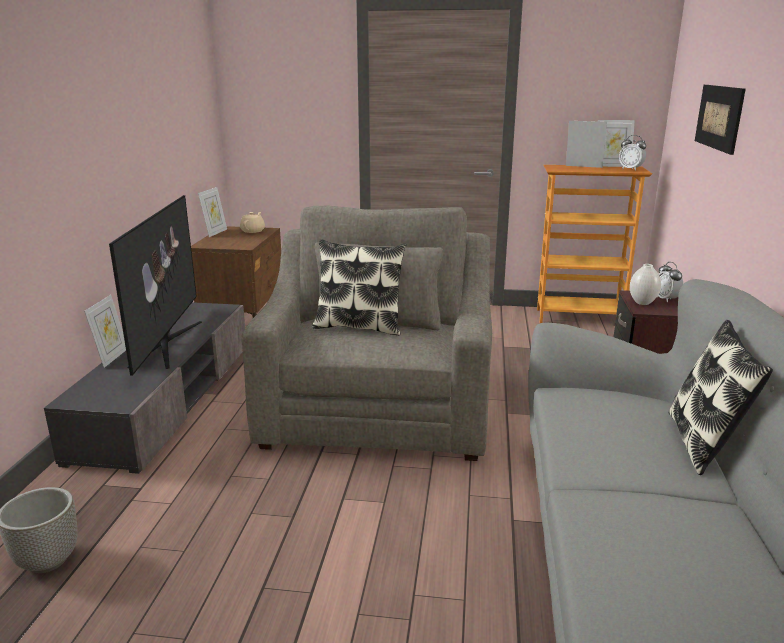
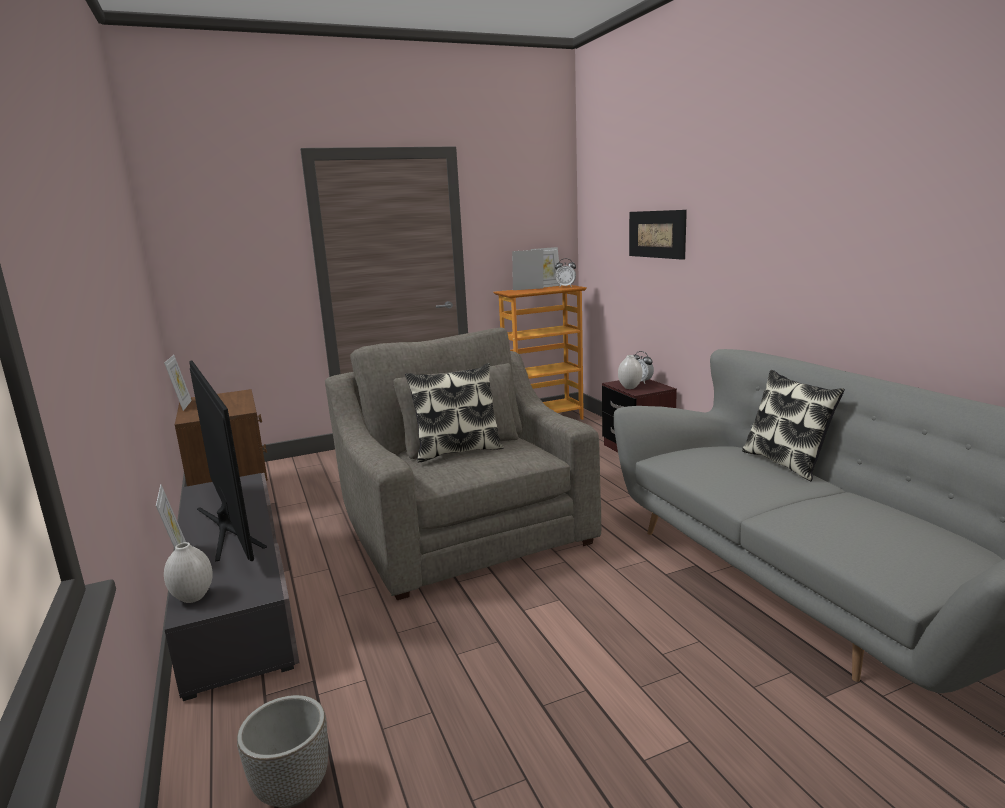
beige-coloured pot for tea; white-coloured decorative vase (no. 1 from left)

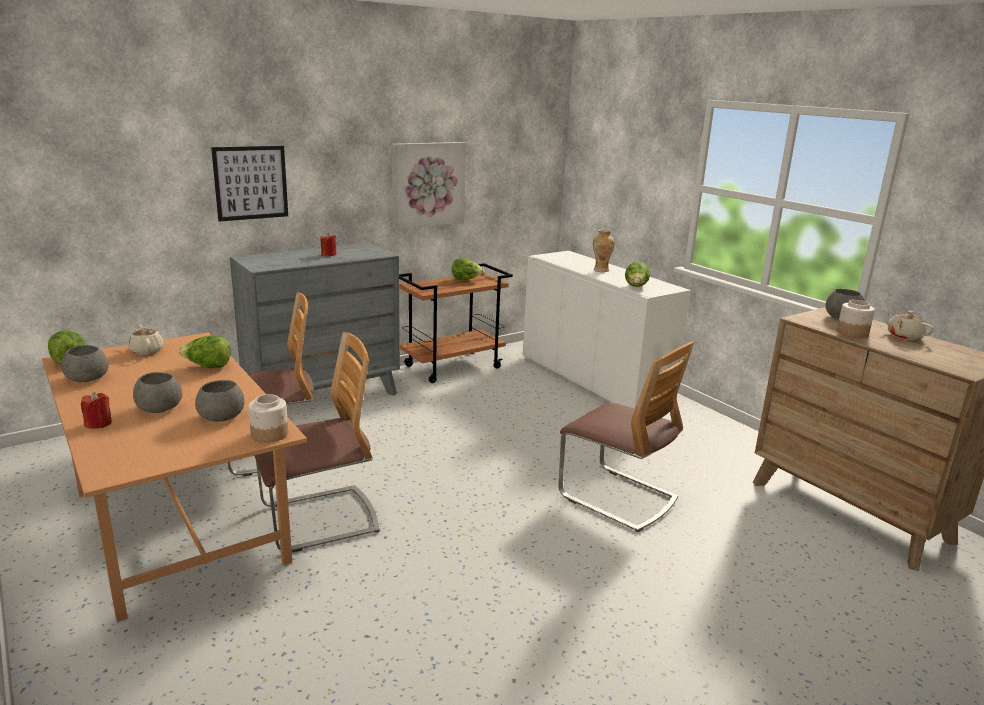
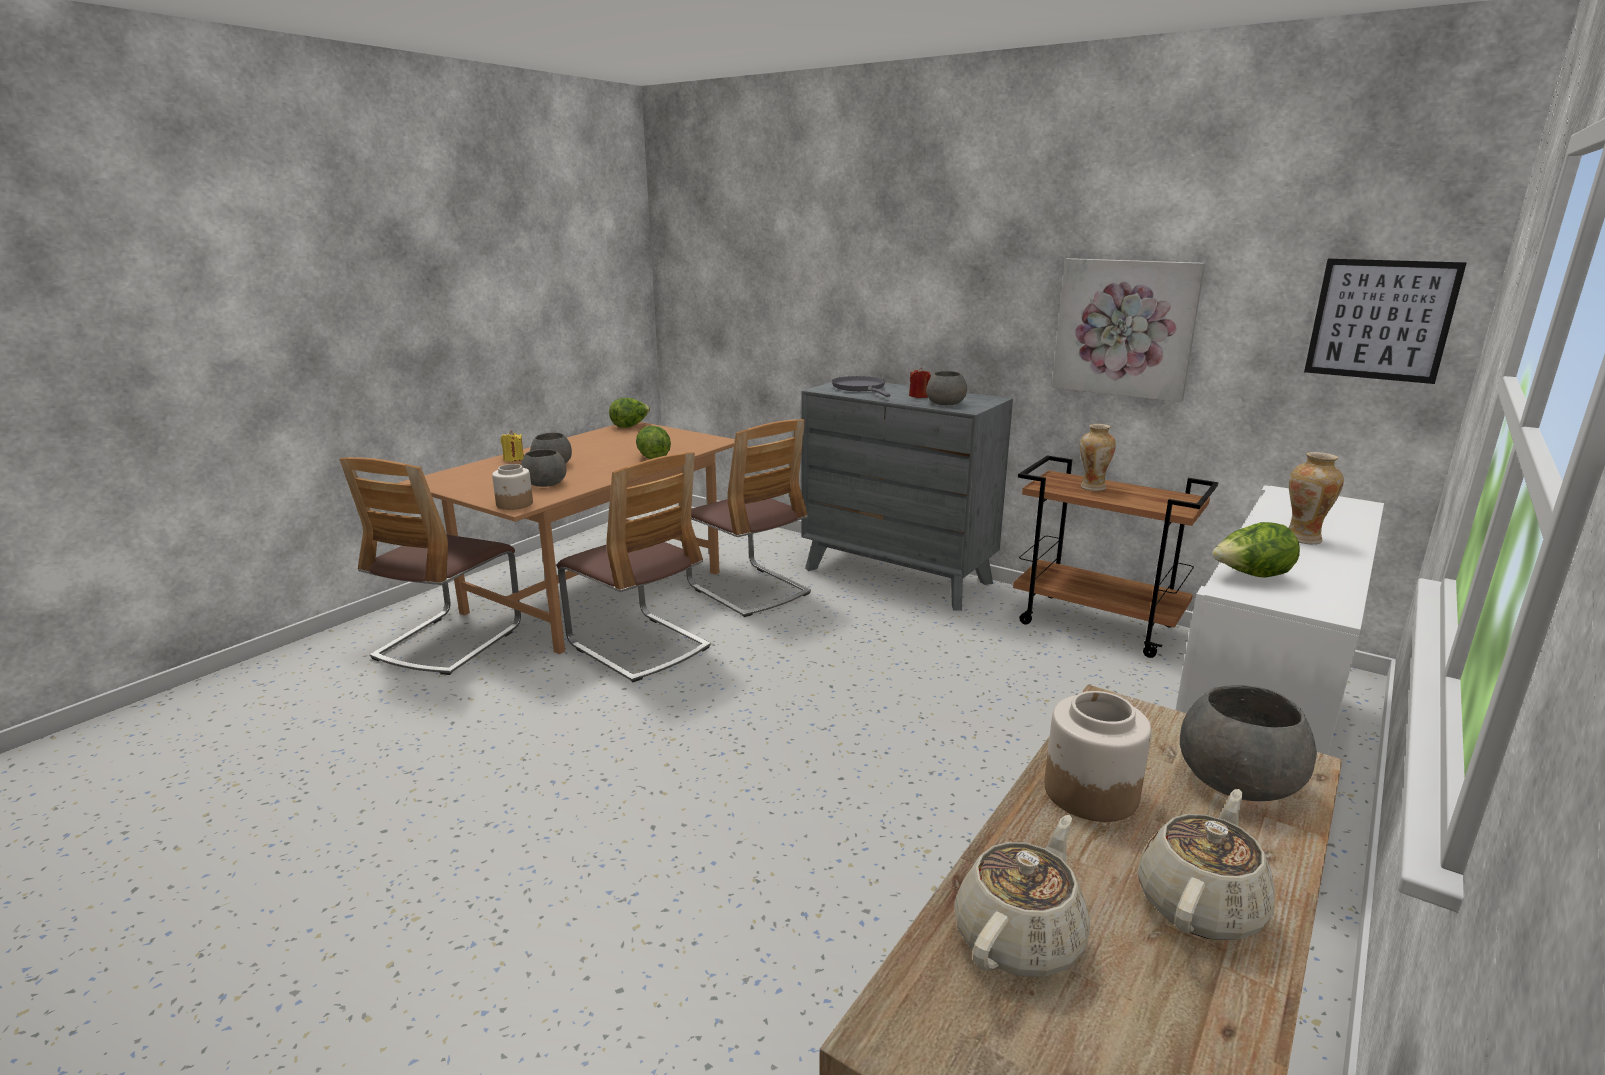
grey deep dish (no. 3 from left); yellow-coloured candle; beige-coloured pot for tea (no. 1 from left); wall picture (no. 2 from left); lettuce head (no. 3 from left in the first image); chair (no. 1 from left); grey pan; decorative vase (no. 1 from left)

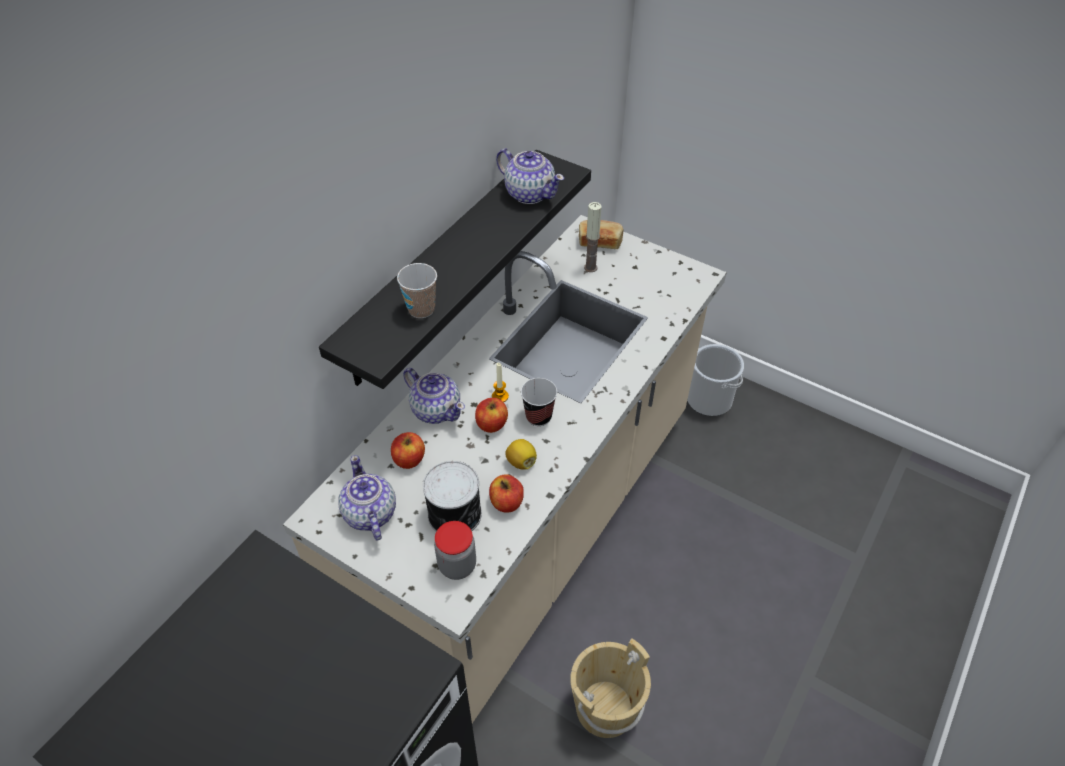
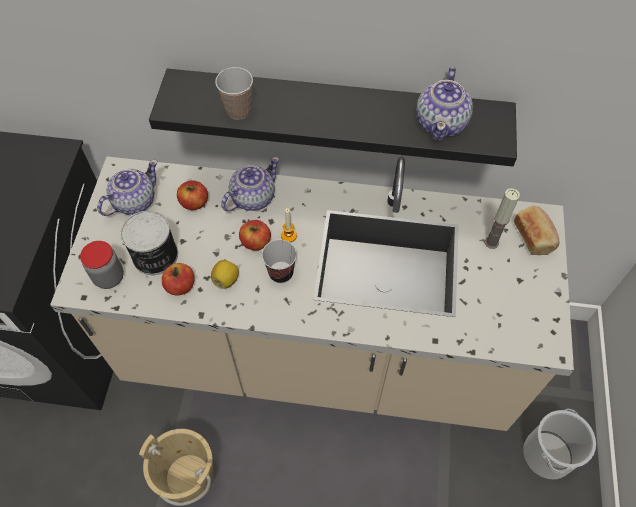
pot for tea (no. 2 from left)

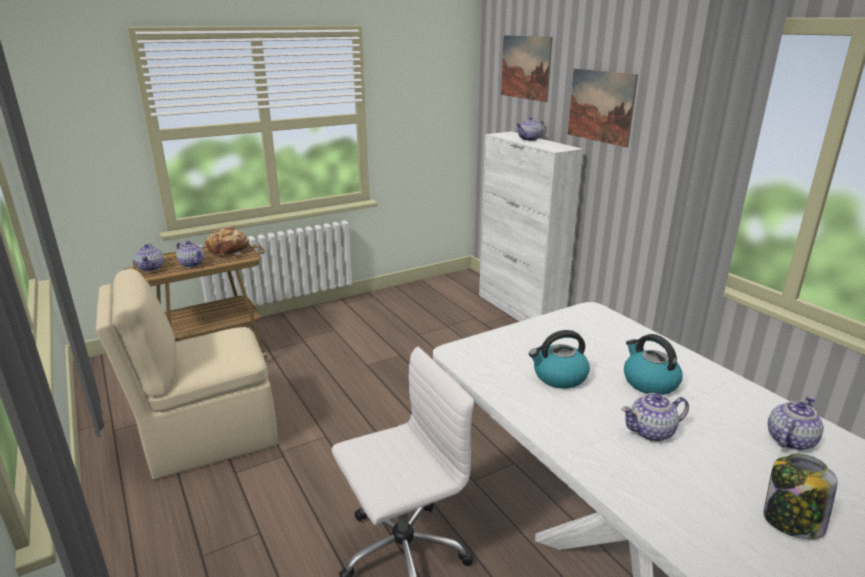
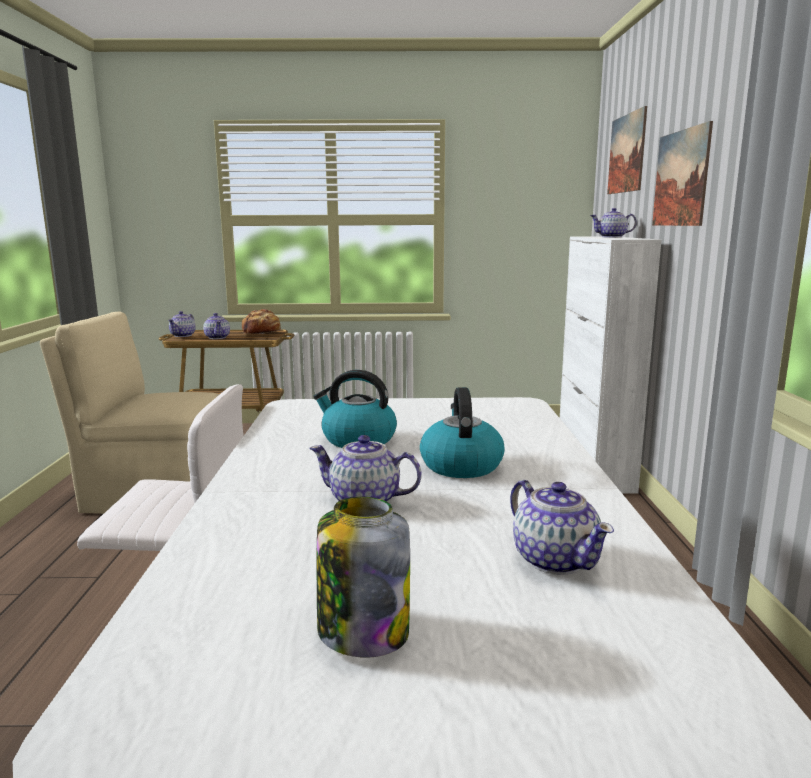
pot for tea (no. 4 from left)

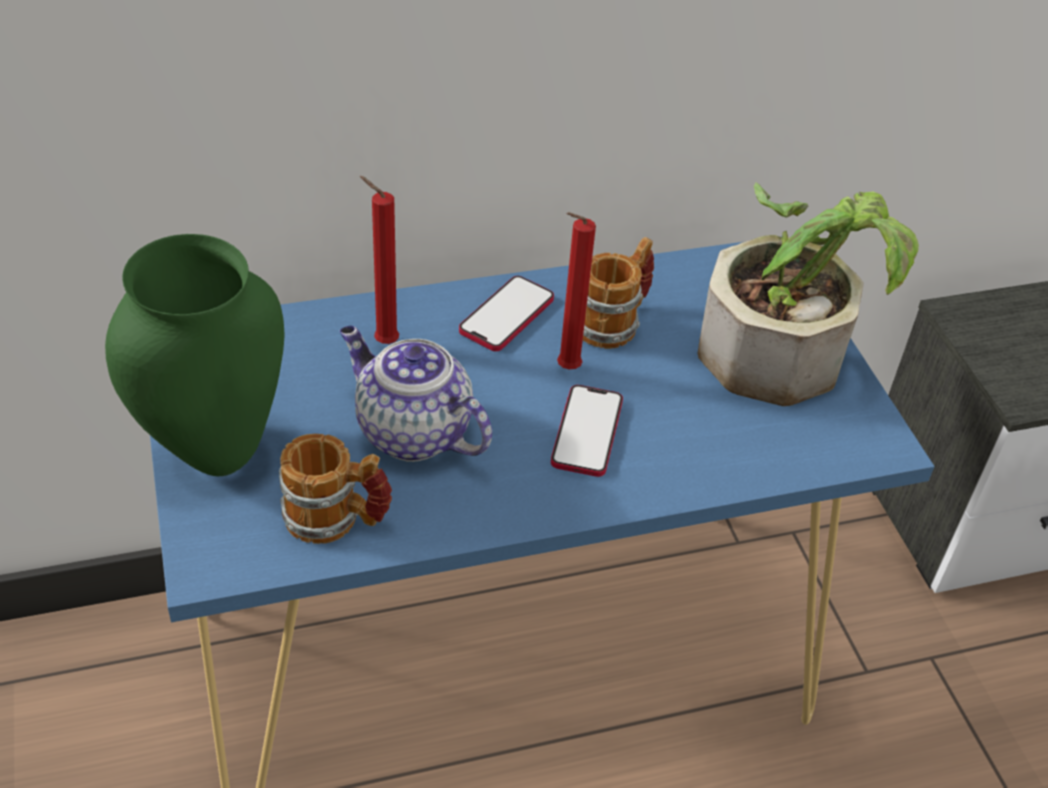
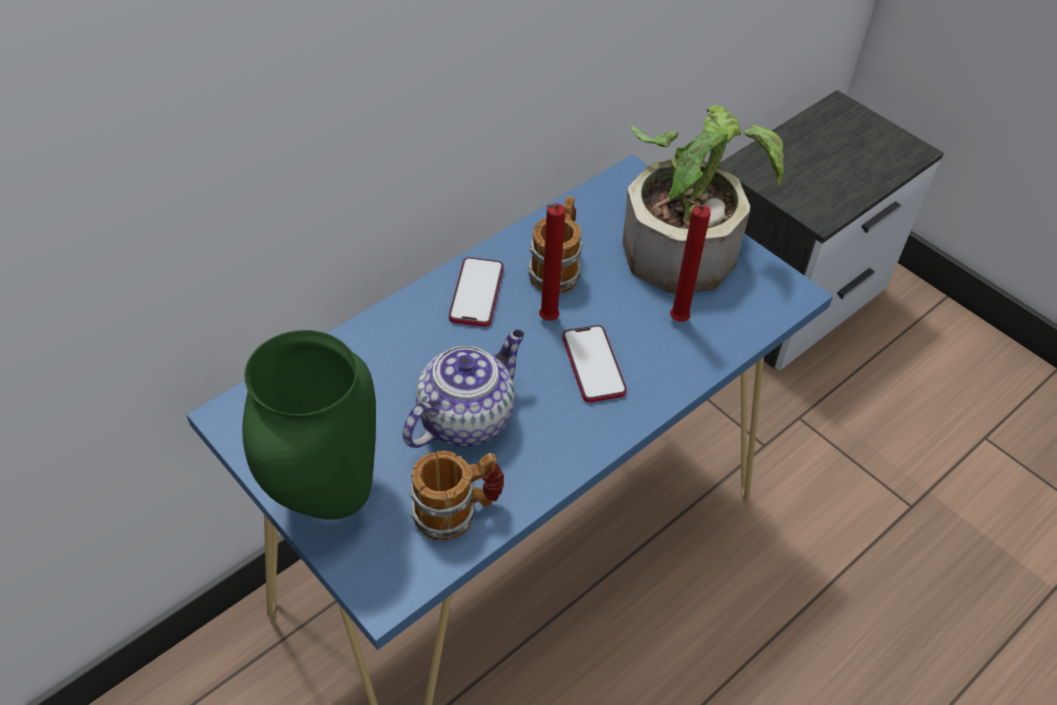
pot for tea; reddish candle (no. 2 from left)

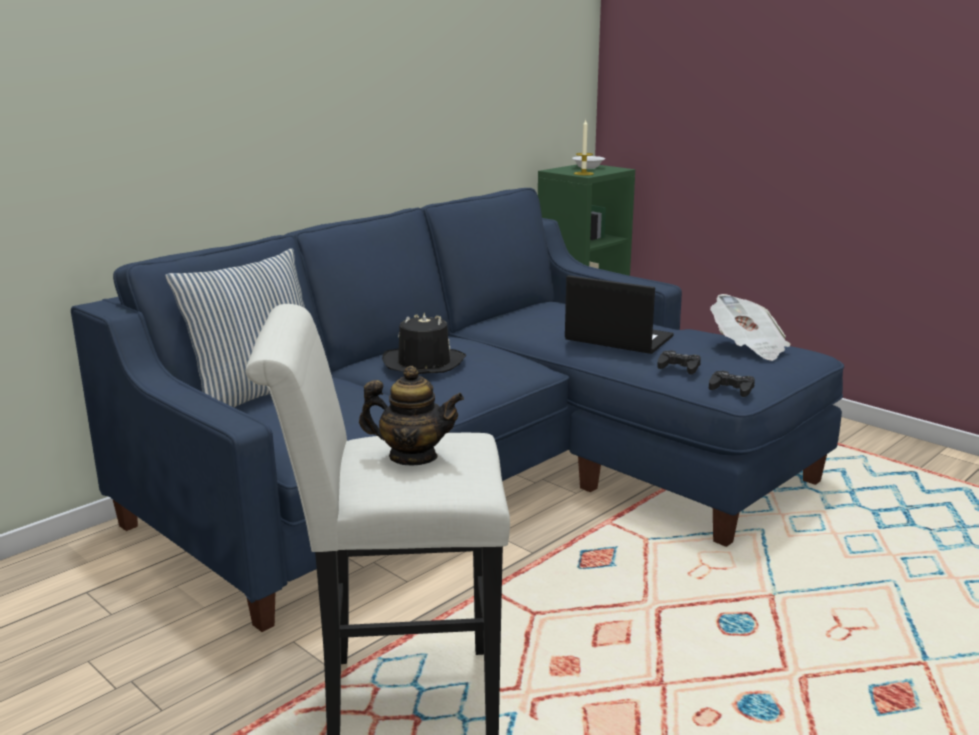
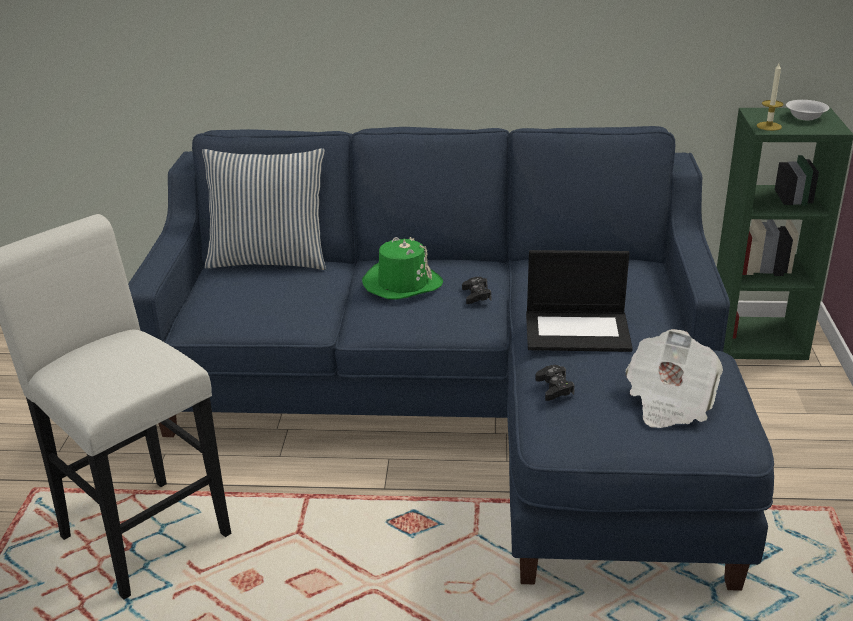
pot for tea; green hat; laptop; blackish gamepad (no. 1 from left)

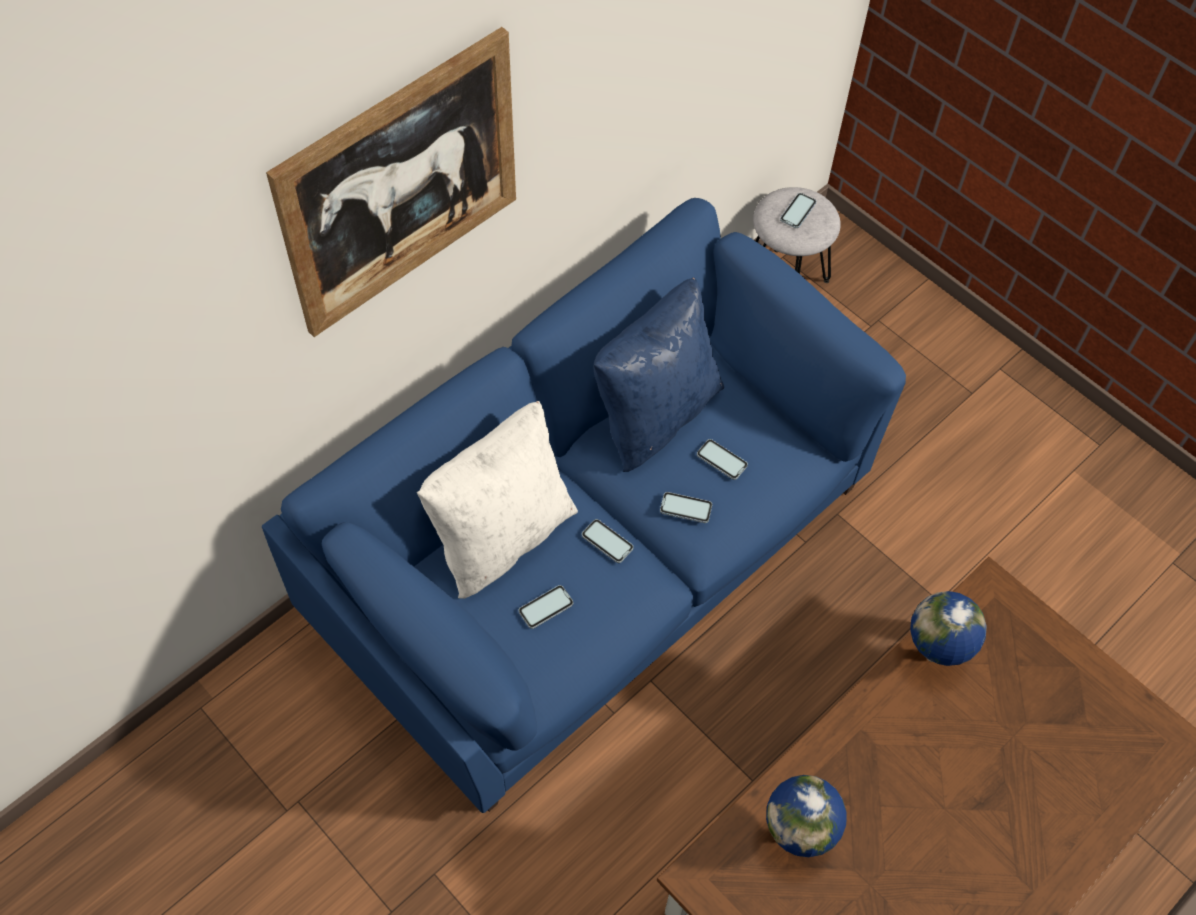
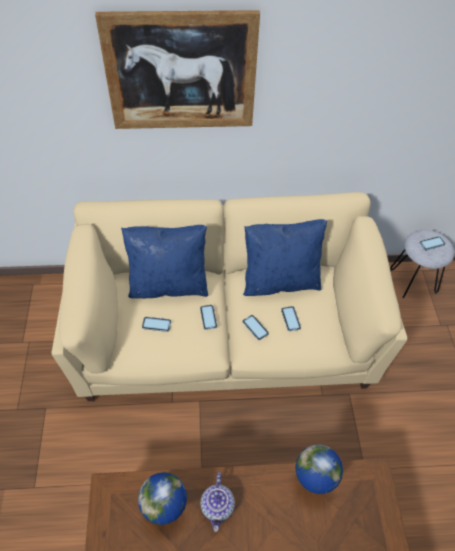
beige-coloured settee; blue cushion (no. 1 from left); pot for tea

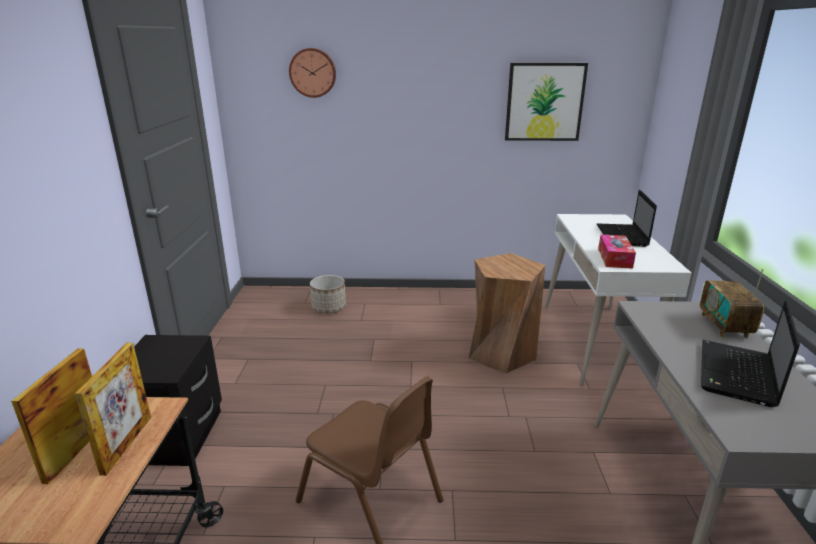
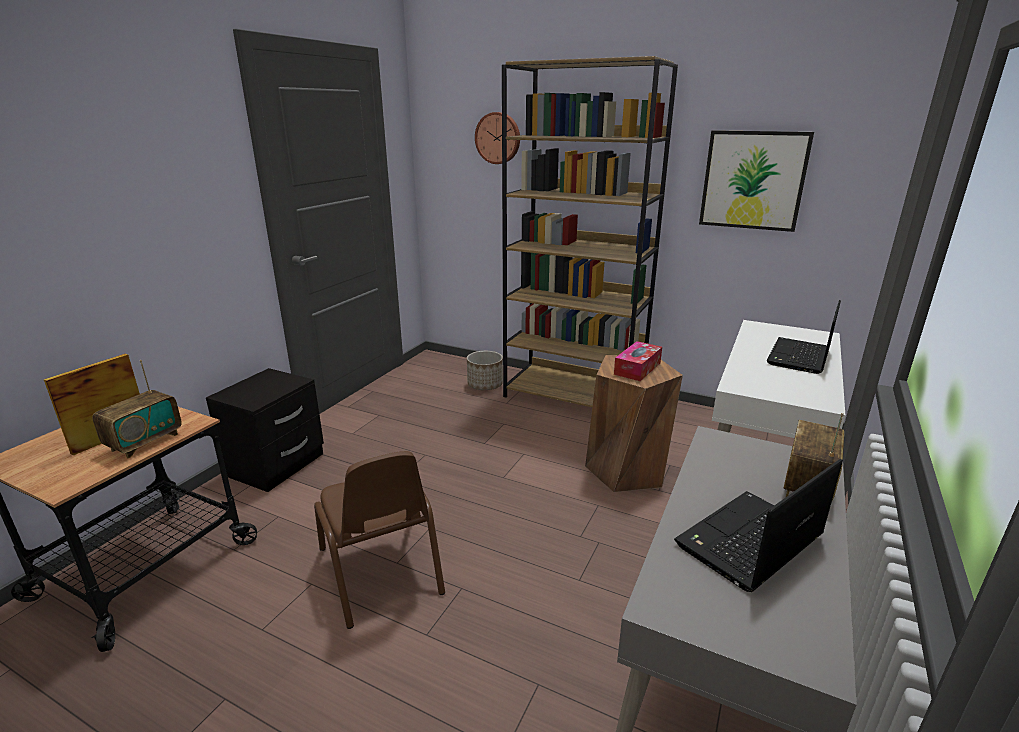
radio (no. 1 from left); box of tissues; brown-coloured shelving unit

